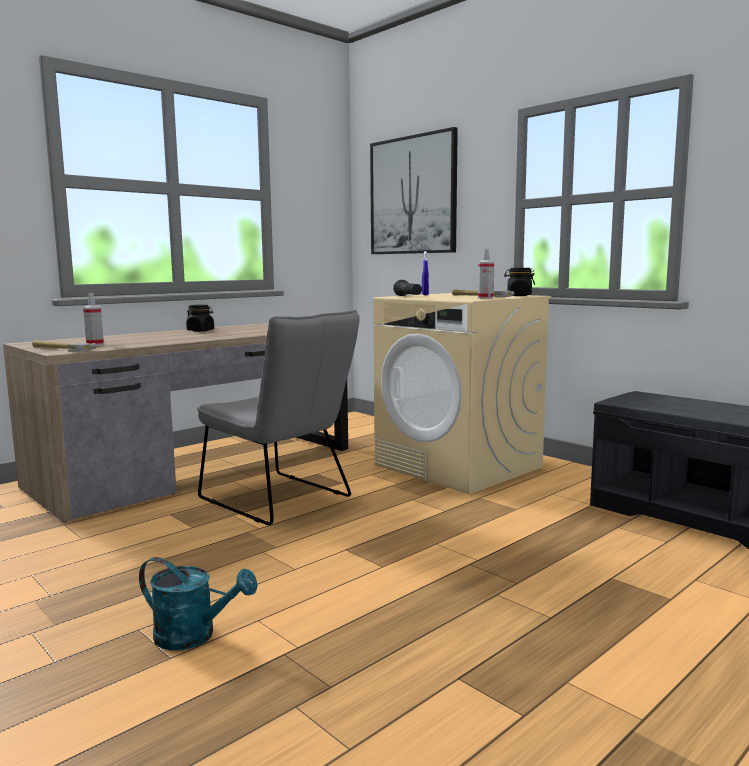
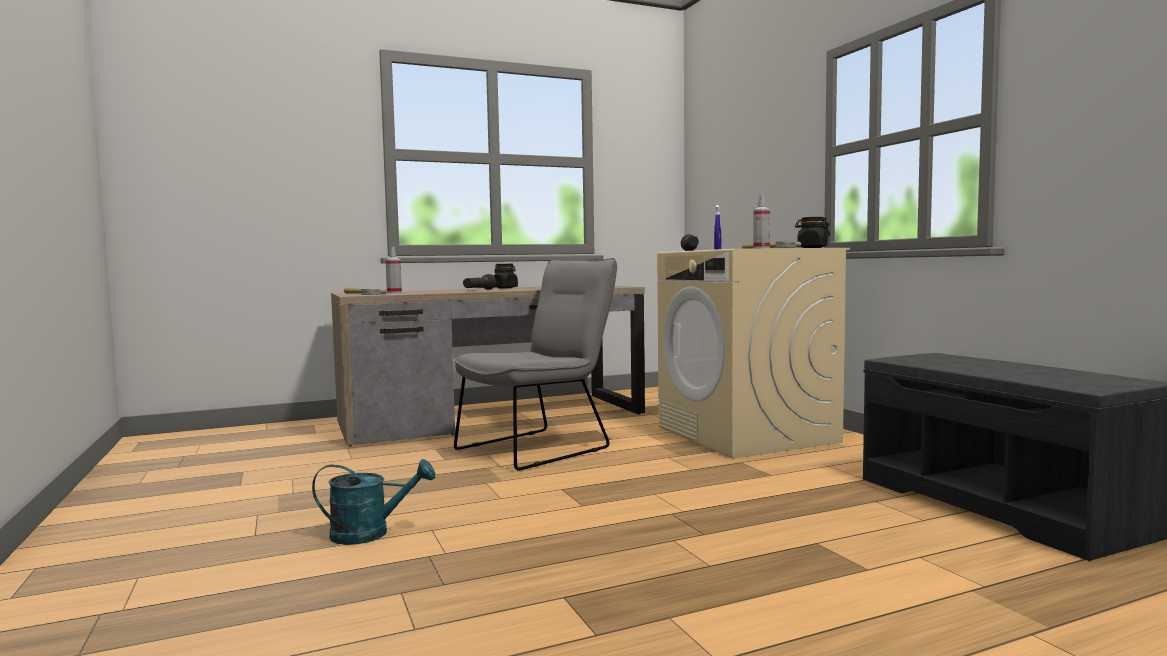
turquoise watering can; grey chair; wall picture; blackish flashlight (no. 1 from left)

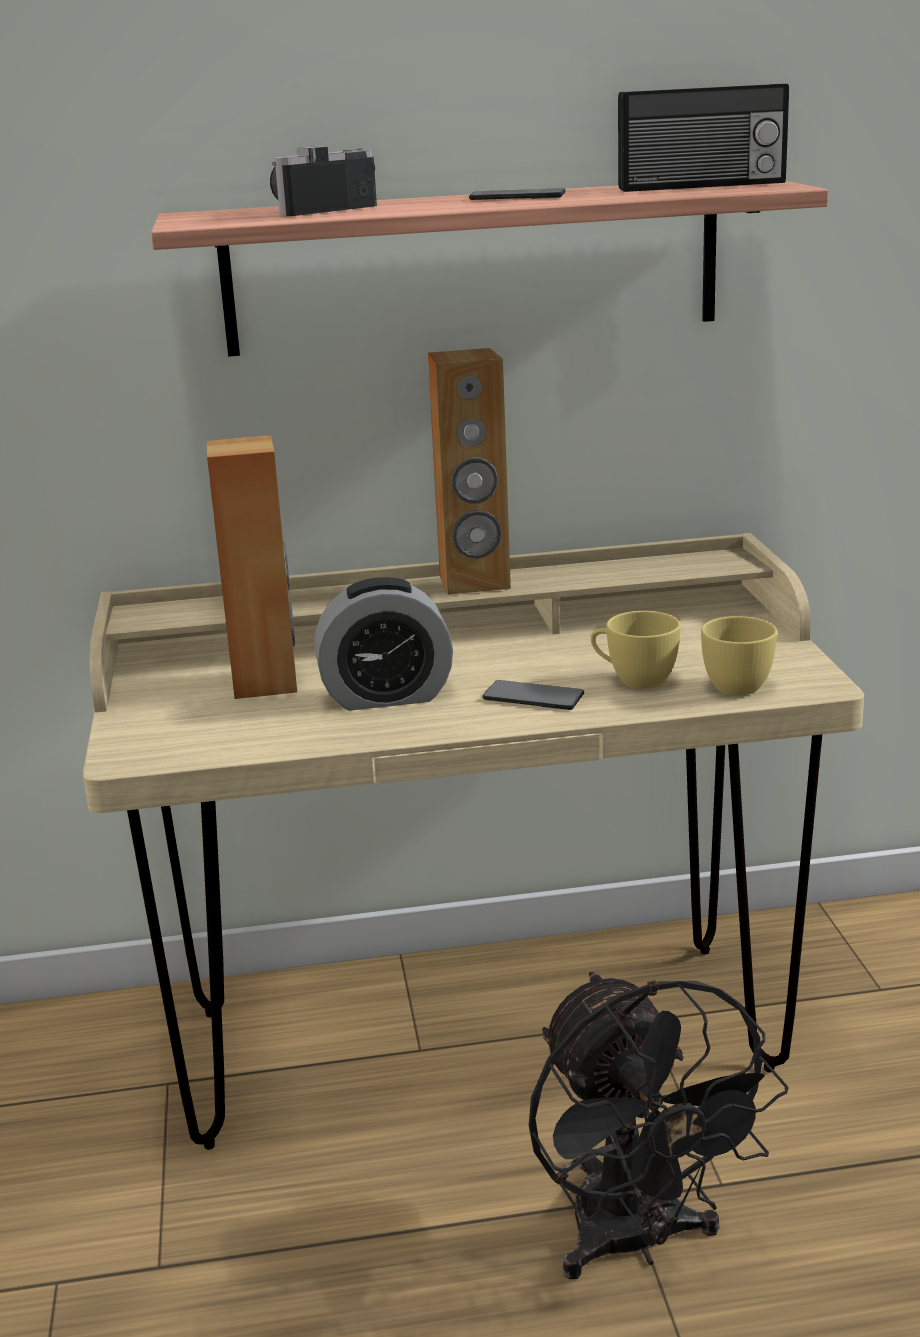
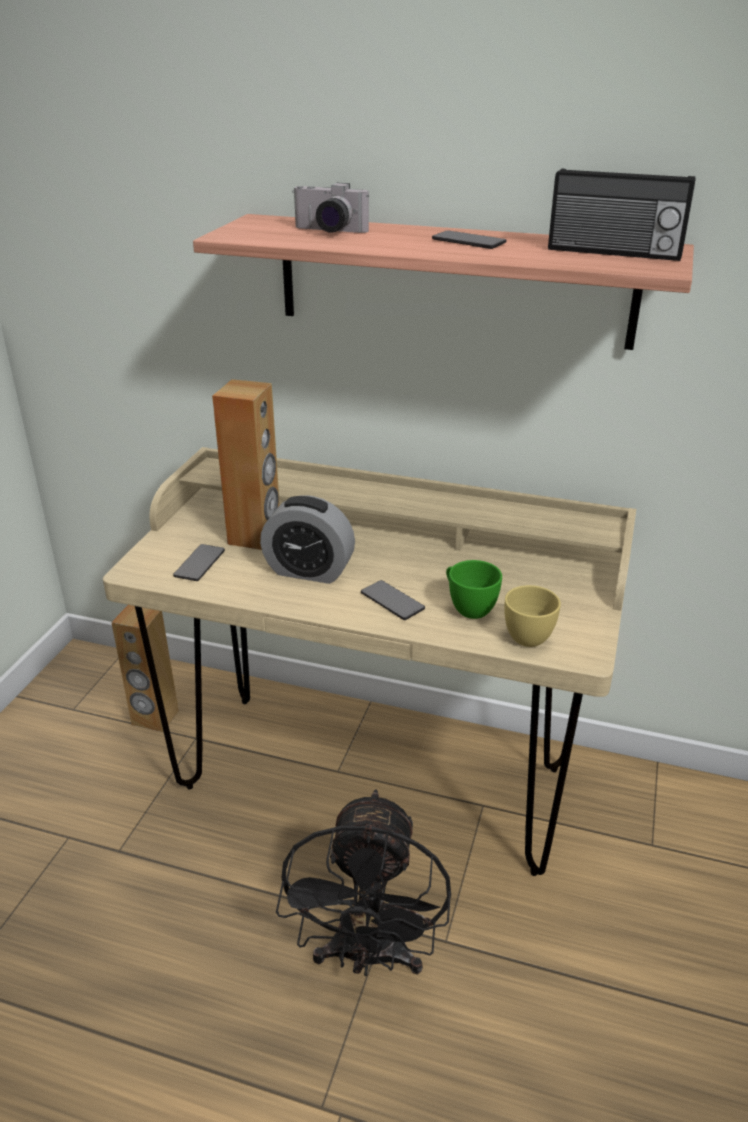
still camera; brown-coloured audio speaker (no. 1 from left); green cup; handset (no. 1 from left)

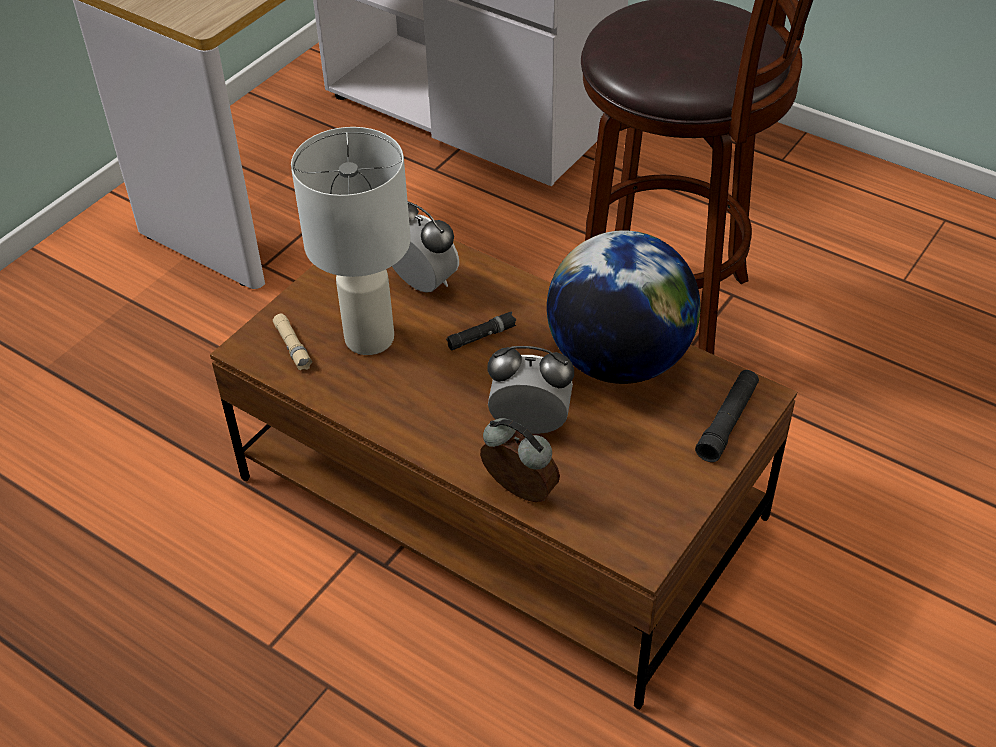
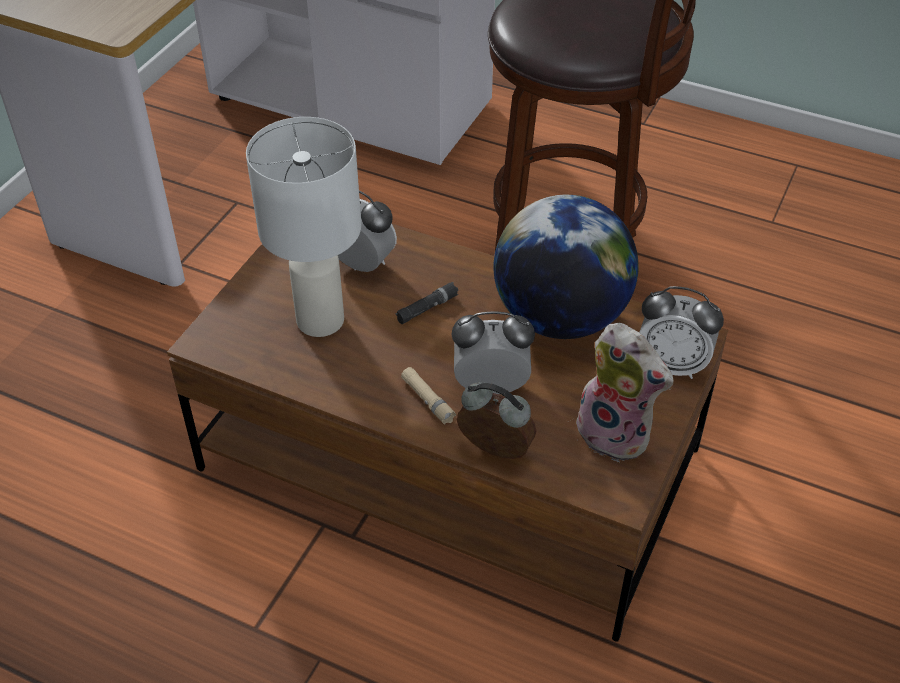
beige-coloured flashlight; table clock (no. 4 from left); soft toy

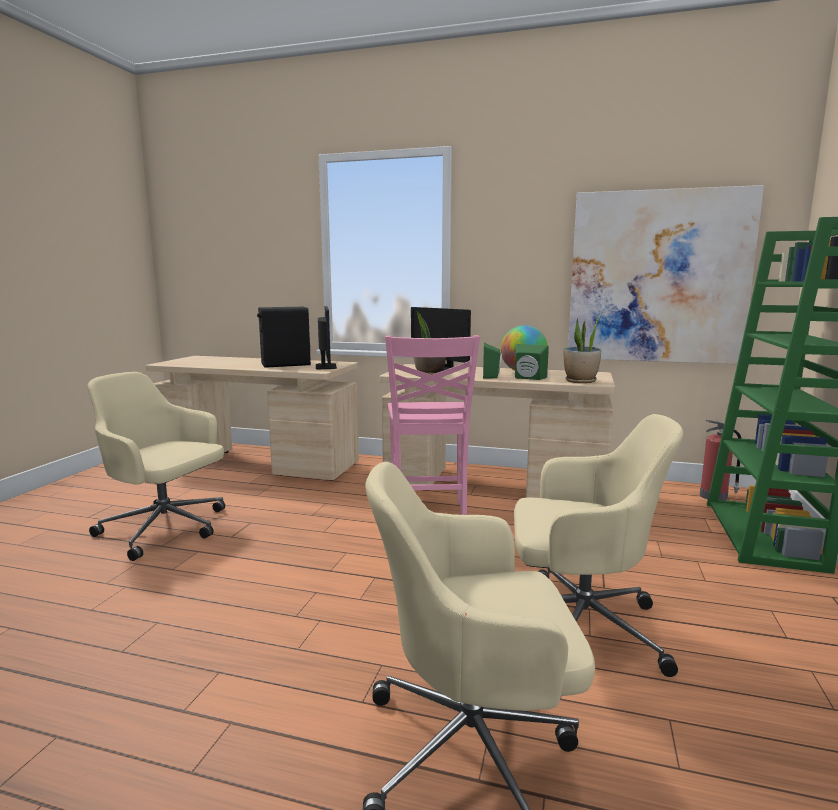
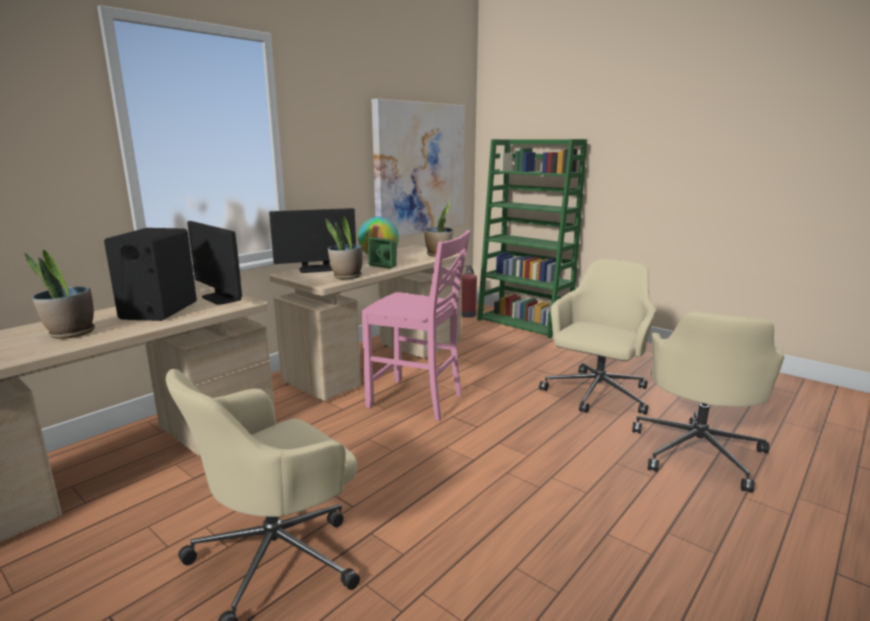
computer display (no. 1 from left); green audio speaker (no. 2 from left in the first image); plant in a pot (no. 1 from left)

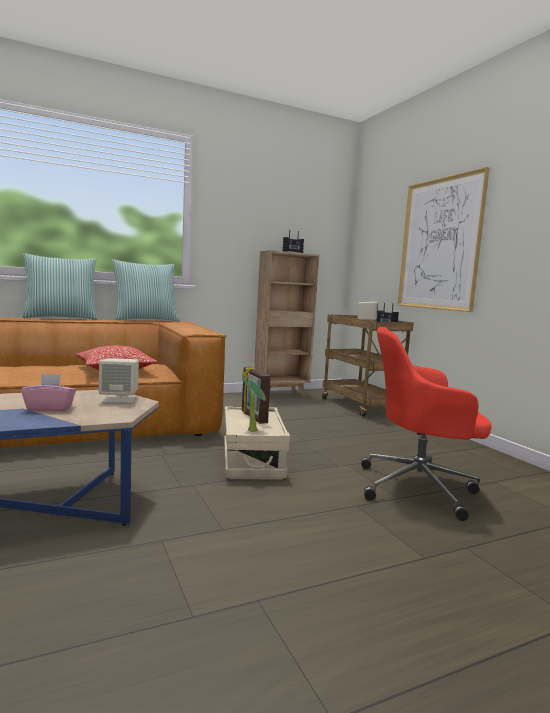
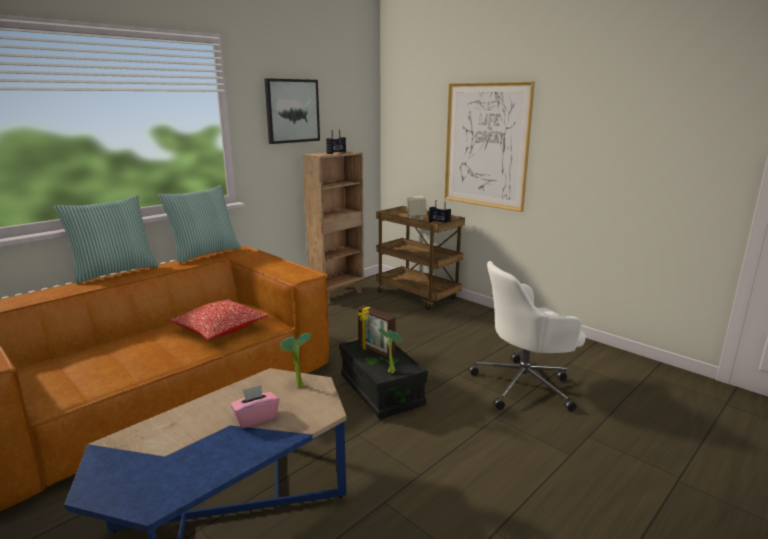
plant in a pot (no. 1 from left); blackish storage box; white-coloured office chair; wall picture (no. 1 from left)

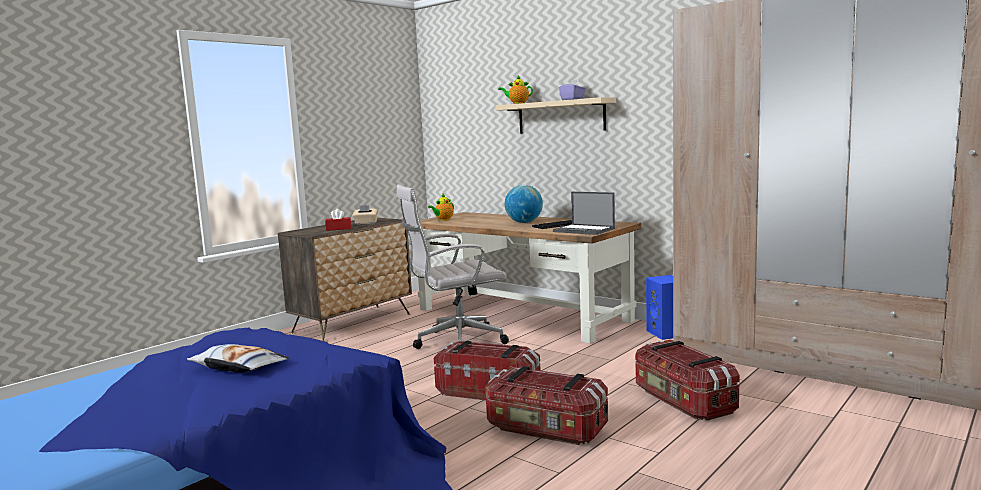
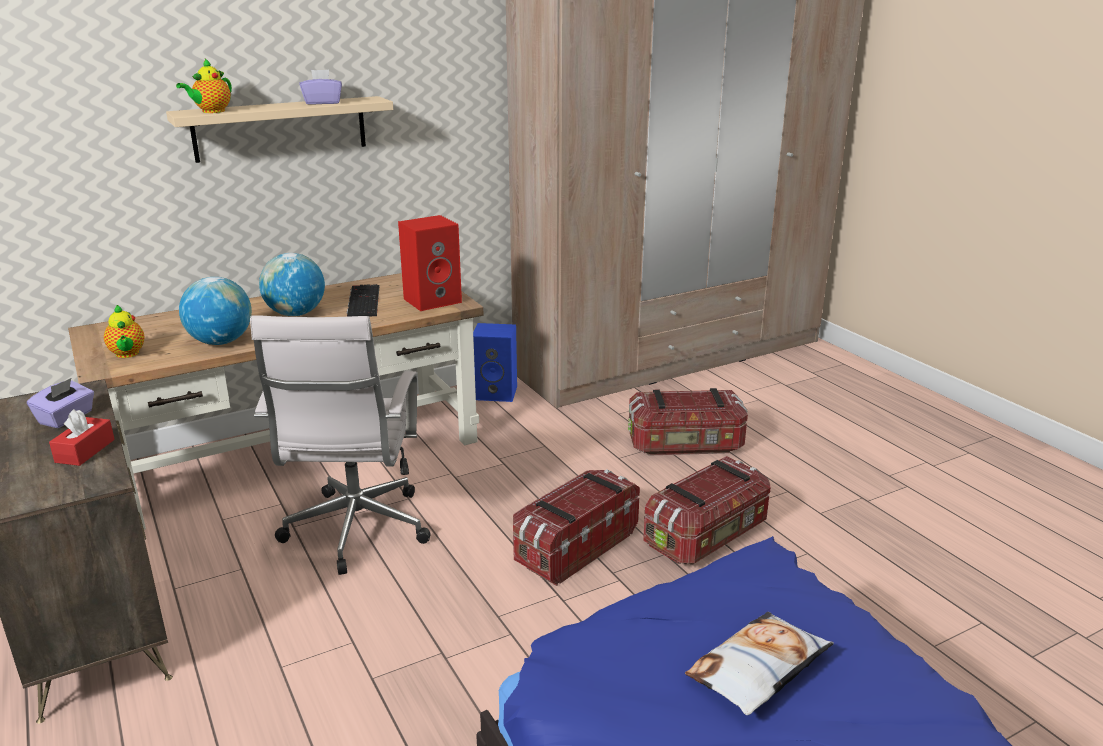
purple box of tissues (no. 1 from left); reddish audio speaker; world globe (no. 1 from left)

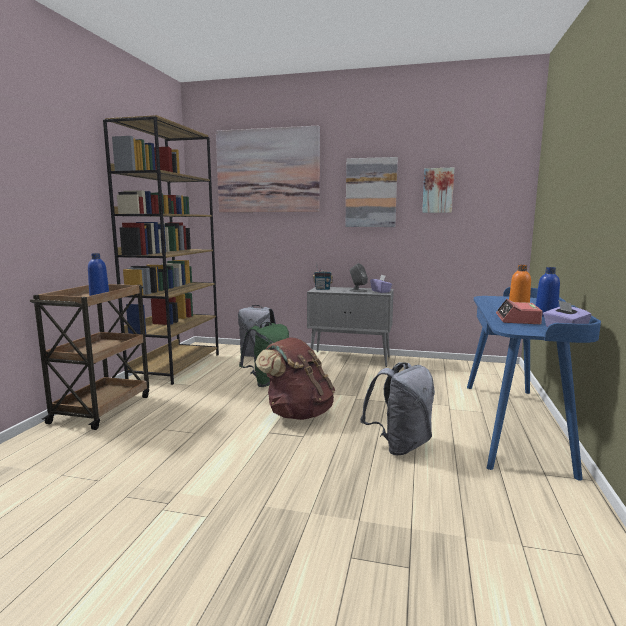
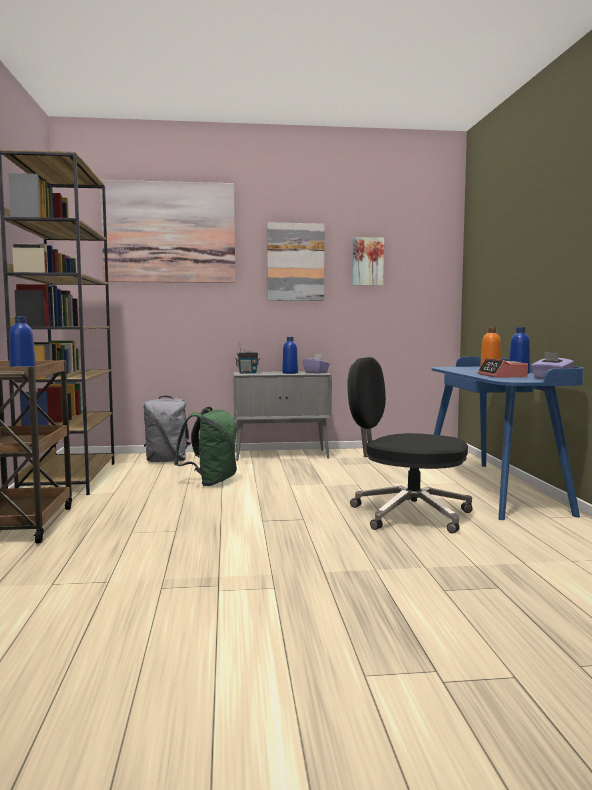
brown-coloured knapsack; blue beverage bottle (no. 2 from left); blackish office chair

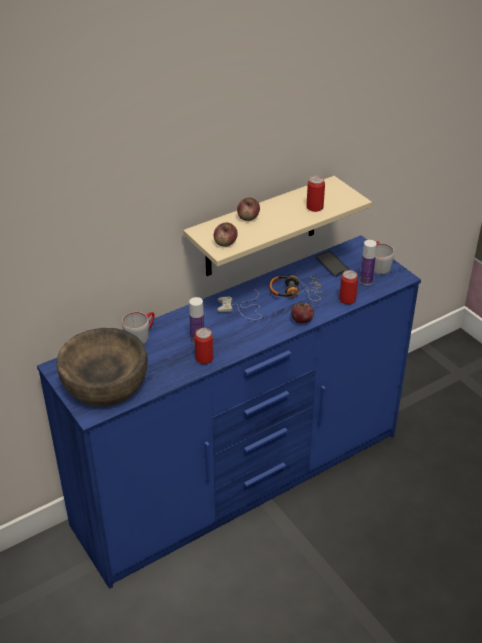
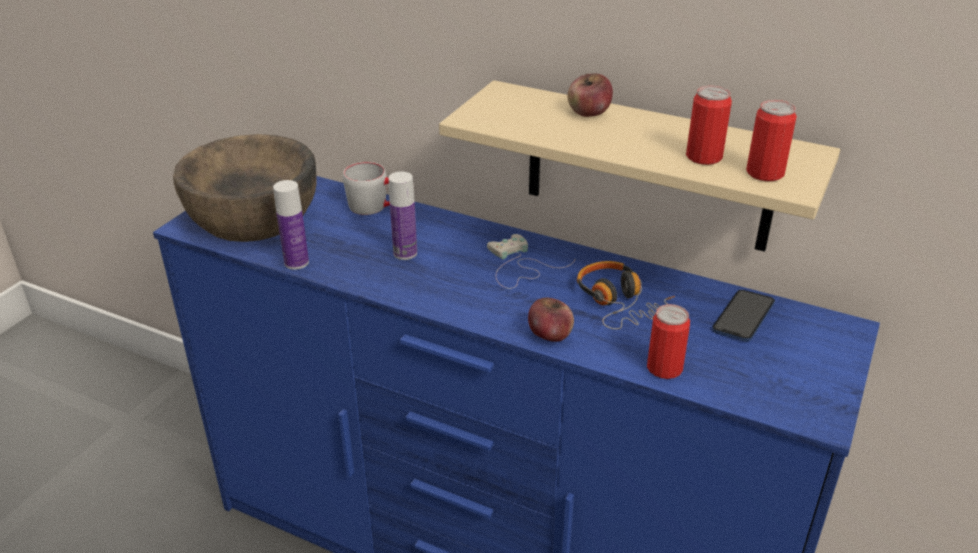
metal can (no. 3 from left); apple (no. 1 from left in the first image); beverage bottle (no. 1 from left); grey coffee mug (no. 2 from left in the first image)

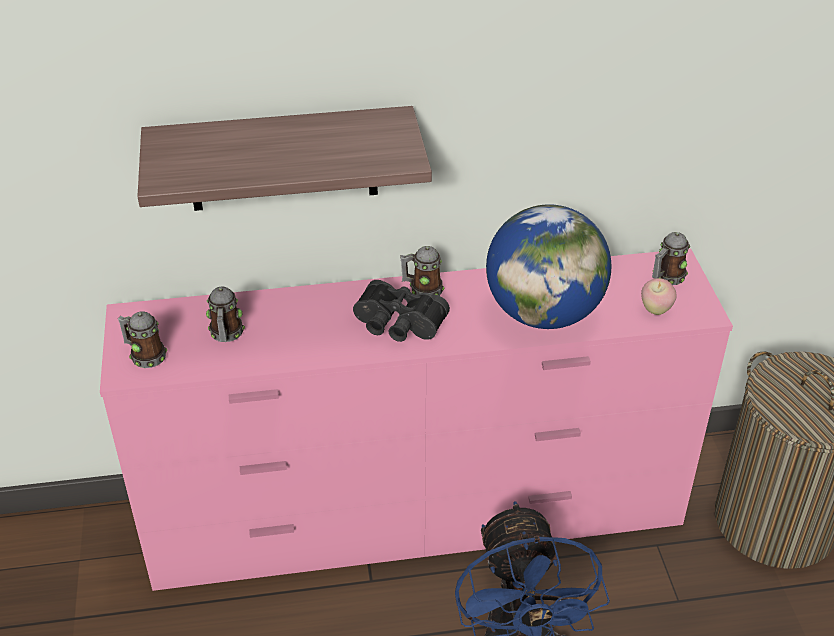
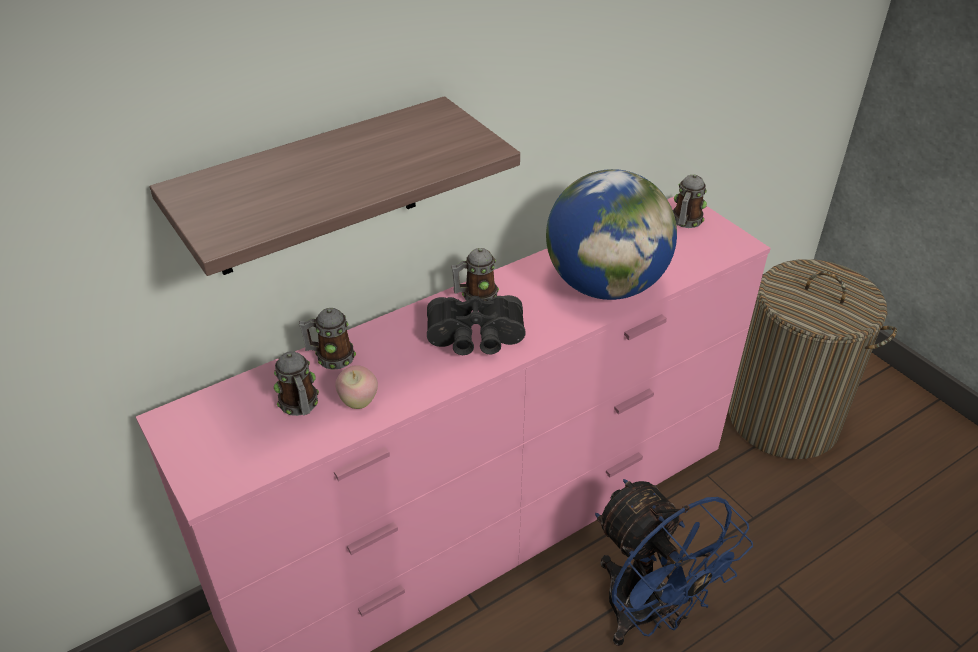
coffee mug (no. 2 from left); apple

